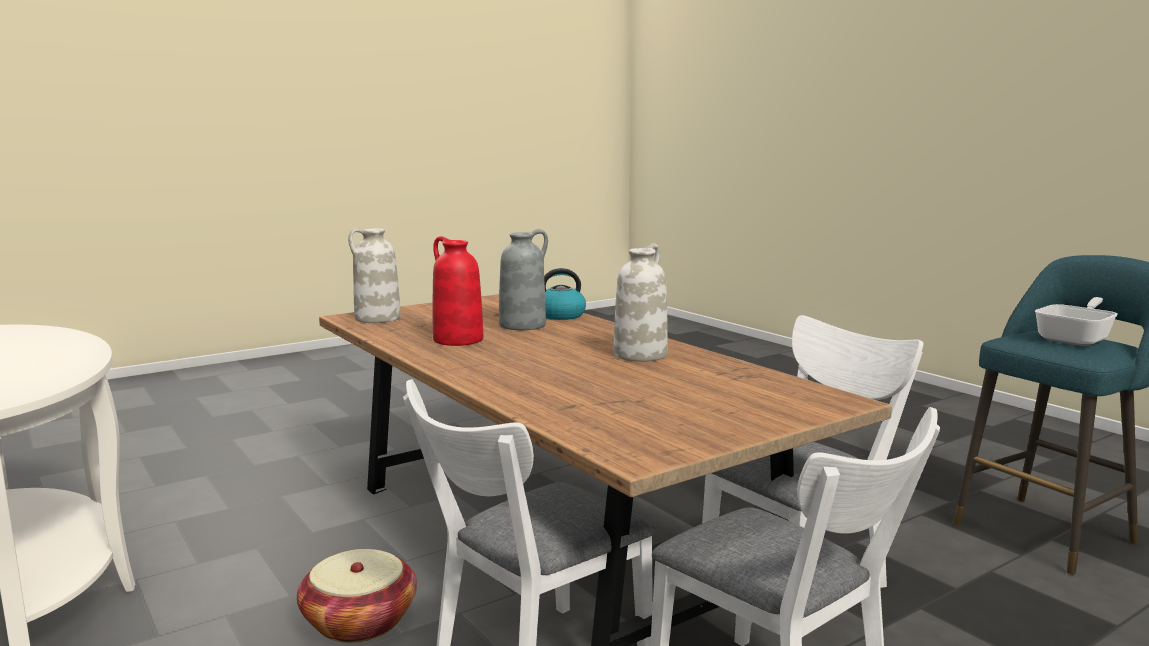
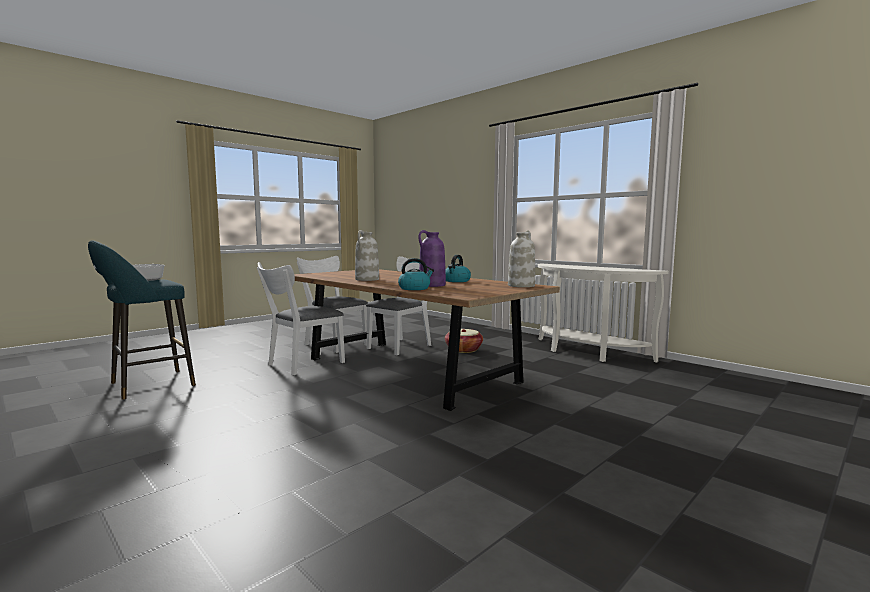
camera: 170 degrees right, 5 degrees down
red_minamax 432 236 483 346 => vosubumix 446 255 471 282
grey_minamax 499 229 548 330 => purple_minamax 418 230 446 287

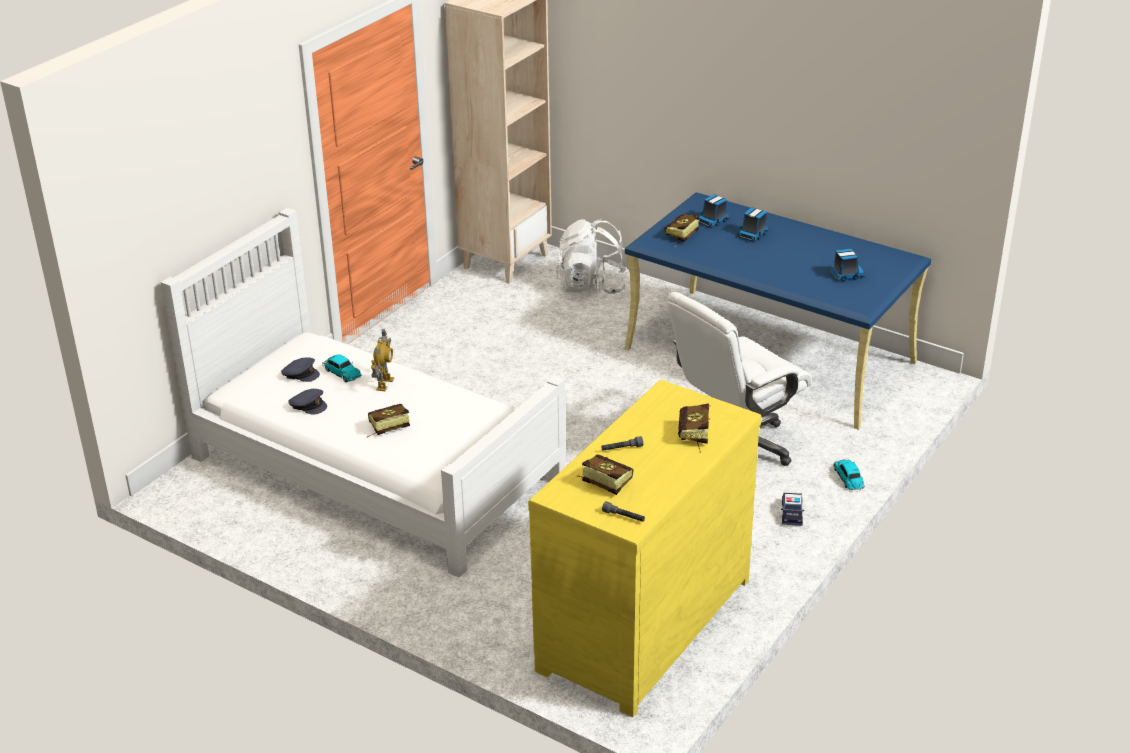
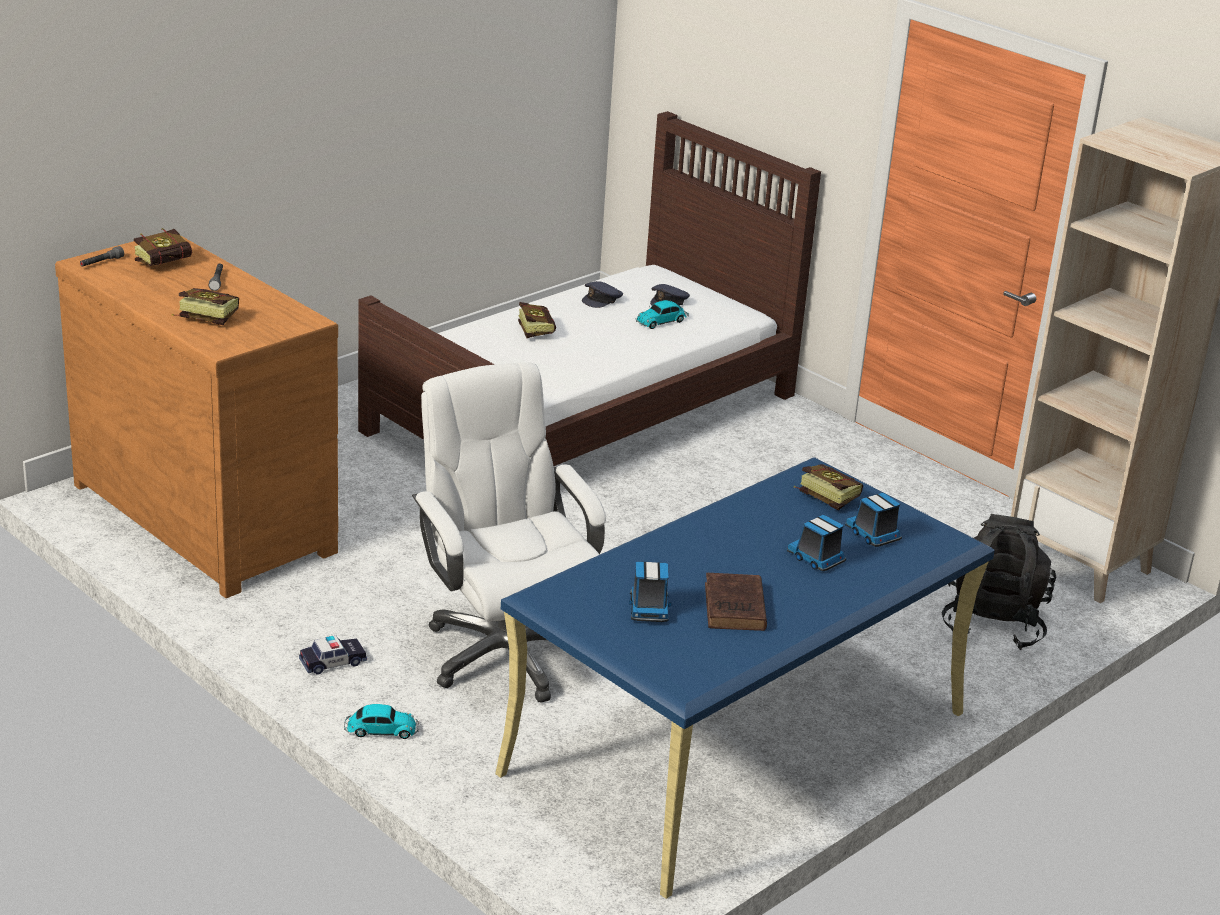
camera: 100 degrees right, 5 degrees down
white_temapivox 161 208 566 578 => brown_temapivox 358 111 821 466
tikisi 371 329 394 391 => nothing
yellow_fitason 528 379 761 717 => brown_fitason 55 235 338 598
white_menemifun 556 219 627 294 => black_menemifun 942 514 1056 650
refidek 781 493 804 526 => refidek 299 636 367 675, 135 degrees clockwise
nothing => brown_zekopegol 705 573 767 631

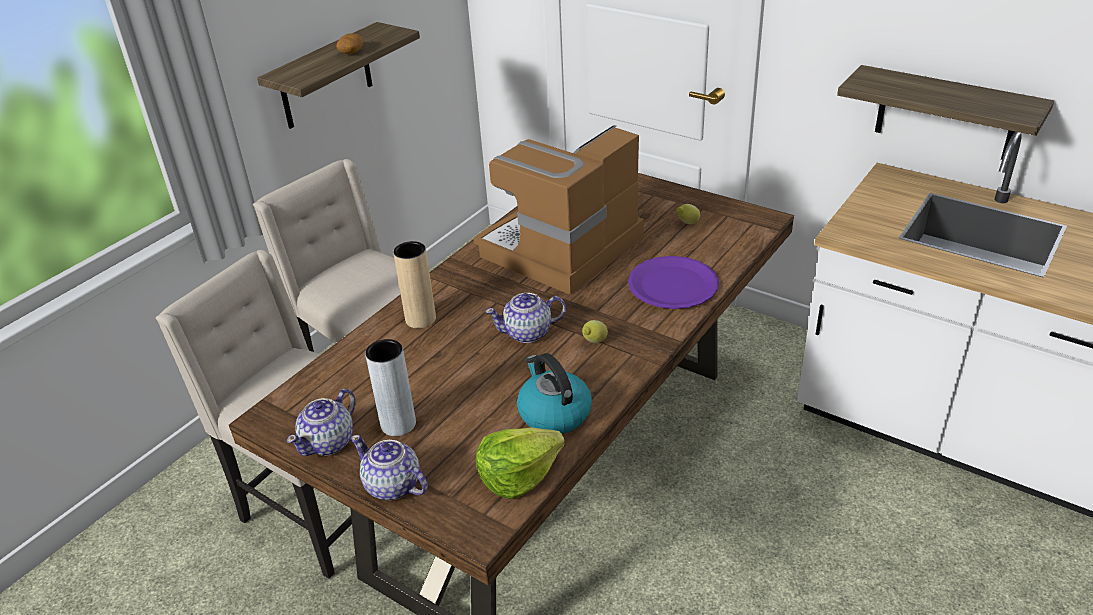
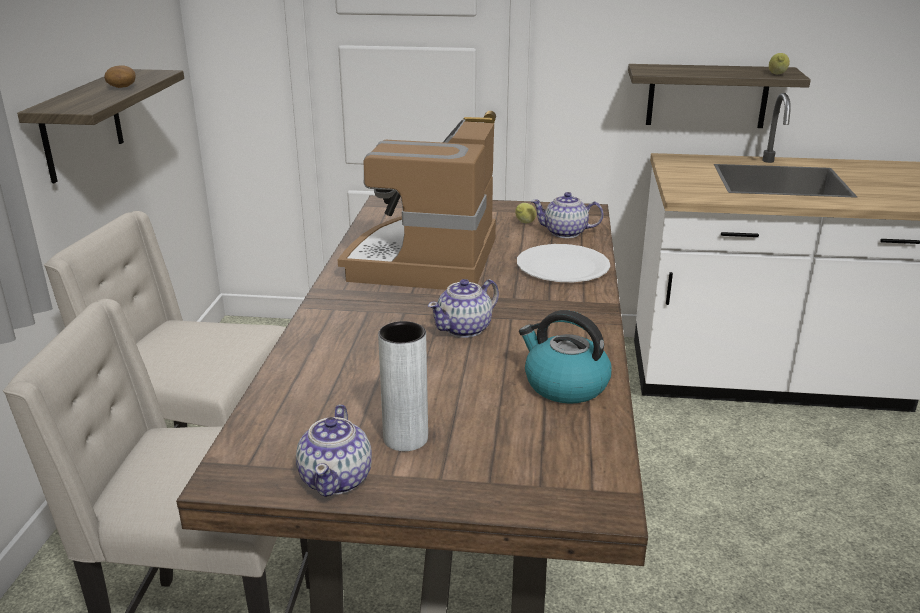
camera: 30 degrees left, 10 degrees down
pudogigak 351 435 428 500 => pudogigak 531 192 604 238, moved
beige_minamax 393 241 436 328 => nothing
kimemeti 476 427 565 499 => nothing
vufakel 582 320 608 343 => vufakel 769 53 790 74, moved
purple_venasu 628 256 719 309 => white_venasu 517 244 610 282

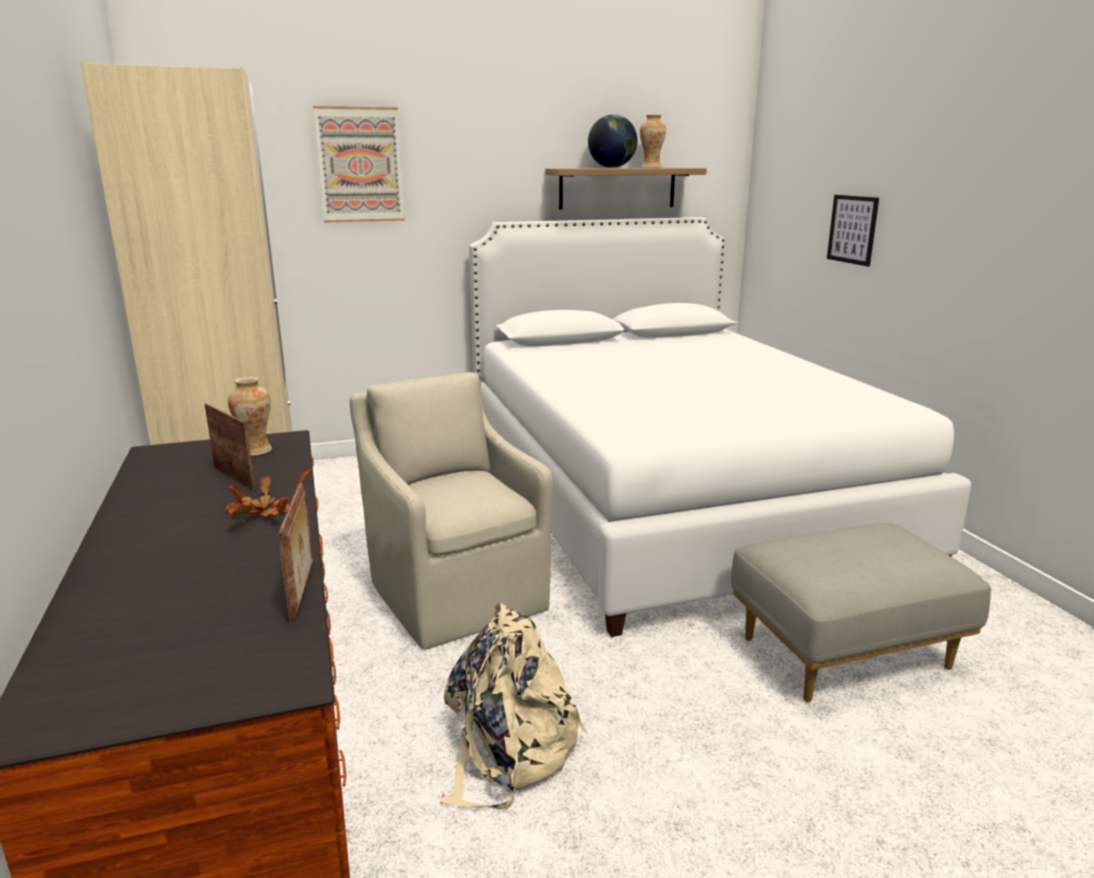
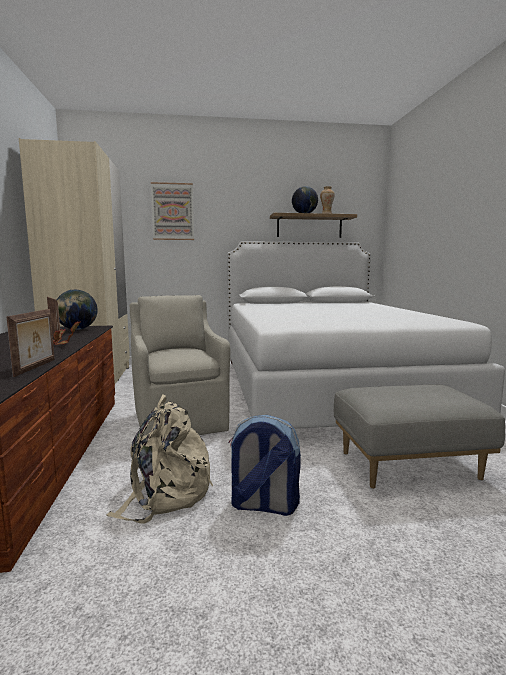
camera: 10 degrees right, 10 degrees down
minamax 228 377 272 456 => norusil 57 290 98 330
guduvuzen 827 195 879 267 => nothing
nothing => menemifun 228 415 301 516

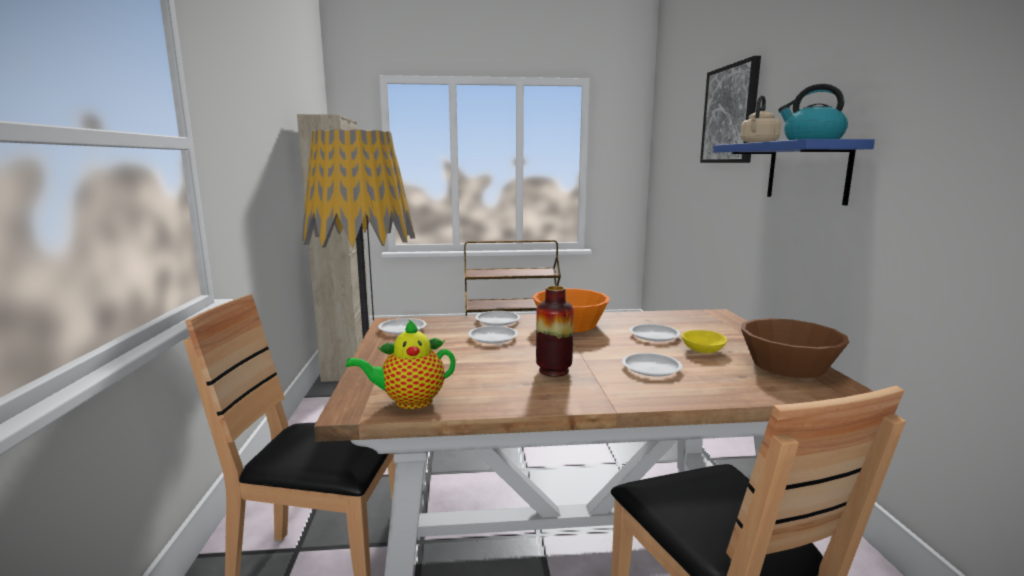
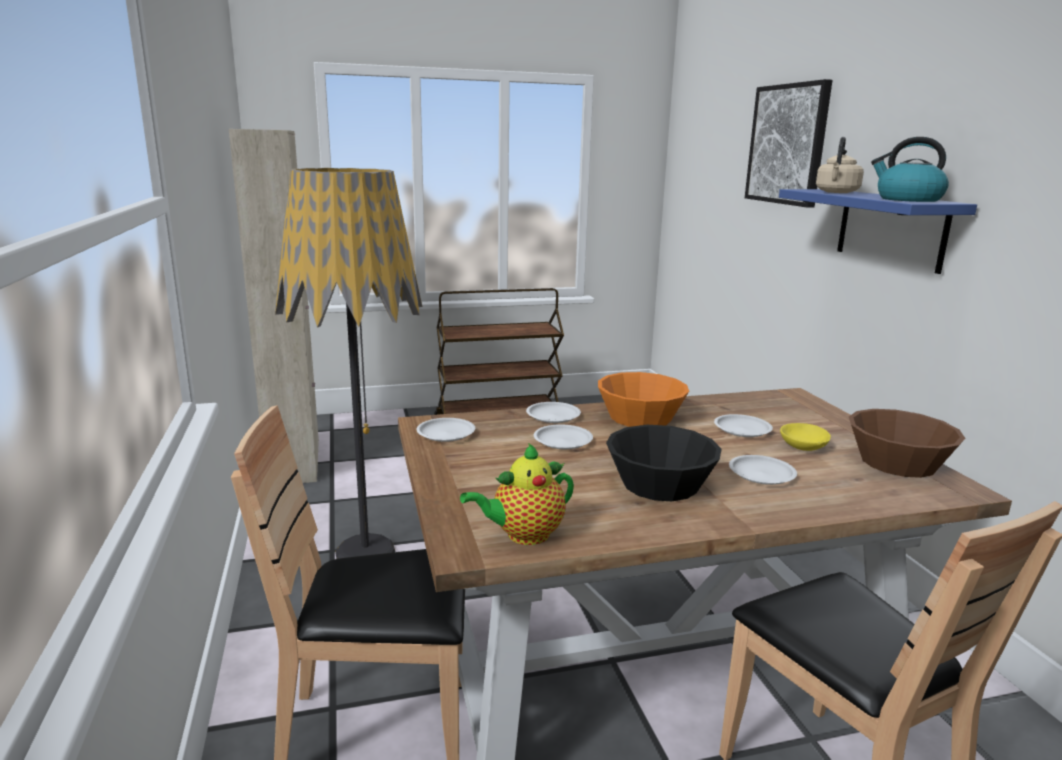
camera: 10 degrees left, 5 degrees up
minamax 536 286 574 377 => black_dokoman 606 425 722 501

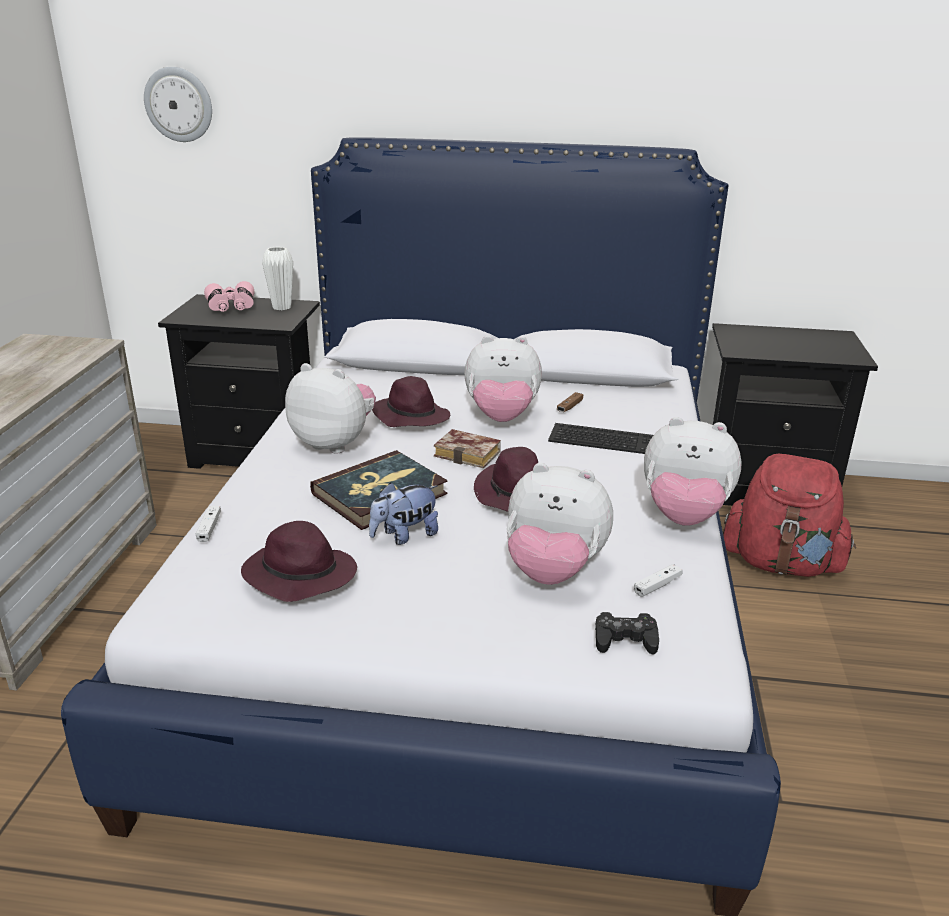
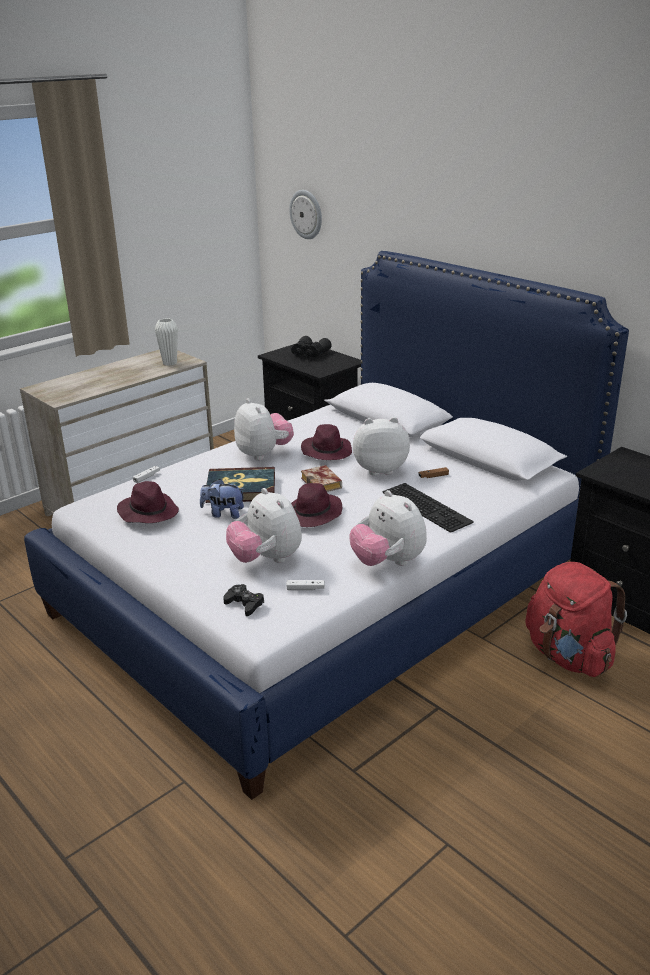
camera: 40 degrees right, 0 degrees up
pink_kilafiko 204 281 254 312 => black_kilafiko 291 336 332 358
white_minamax 262 247 293 310 => white_minamax 155 318 178 366, moved
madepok 464 335 542 422 => madepok 353 417 410 475, 135 degrees clockwise

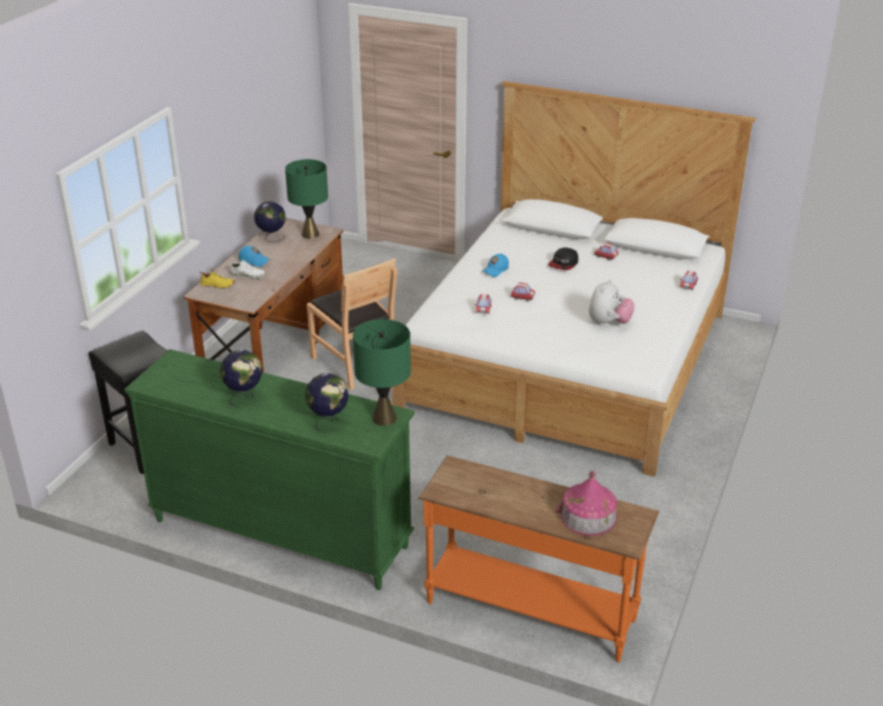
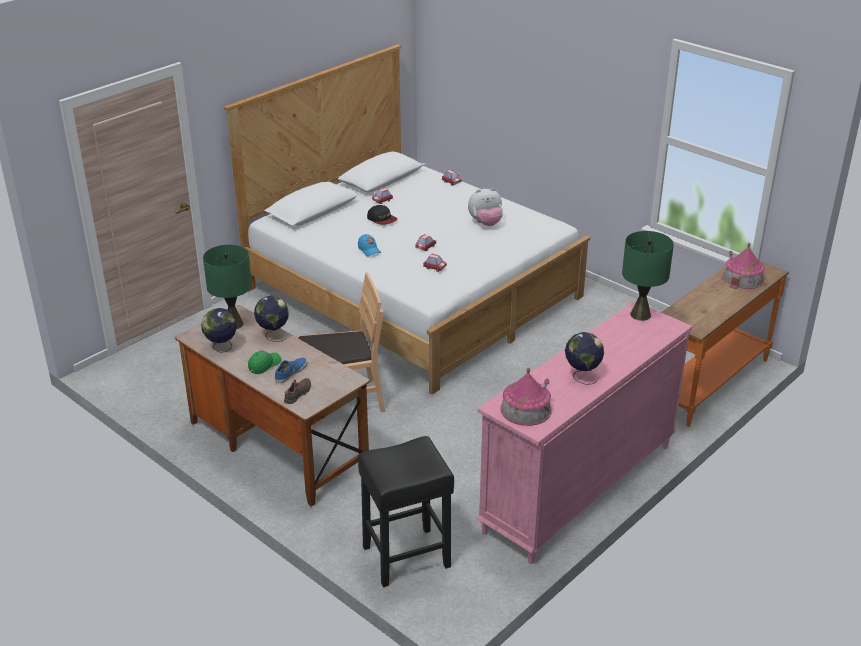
camera: 70 degrees left, 0 degrees up
green_fitason 124 349 414 590 => pink_fitason 476 301 692 564
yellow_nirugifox 200 268 235 289 => black_nirugifox 284 378 311 404
white_nirugifox 230 260 266 279 => blue_nirugifox 275 357 307 383
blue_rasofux 239 246 270 267 => green_rasofux 248 350 281 374
norusil 305 373 349 433 => norusil 254 296 289 342, moved
madepok 589 279 635 326 => madepok 468 188 503 226, 120 degrees clockwise
nothing => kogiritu 501 368 552 426

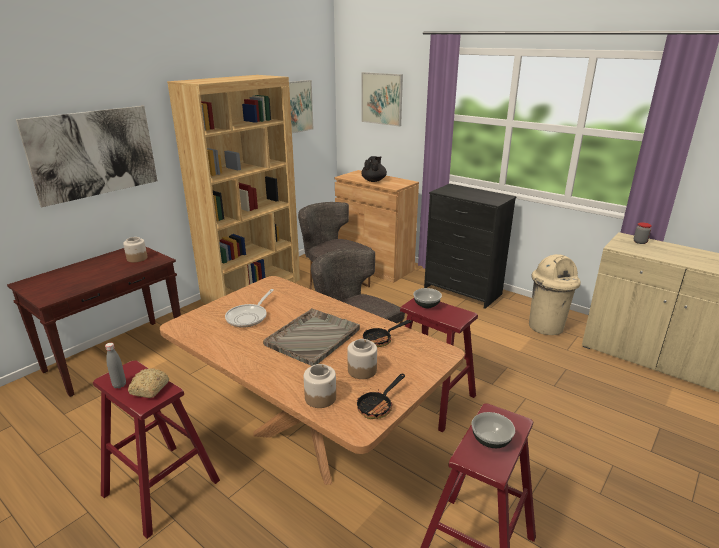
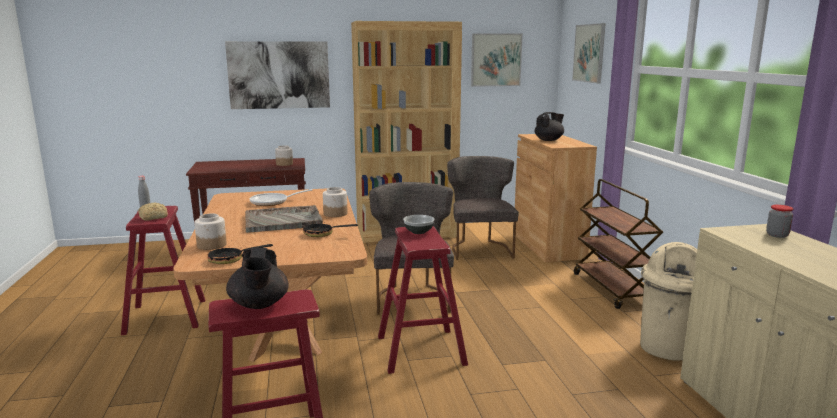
camera: 40 degrees right, 10 degrees down
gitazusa 347 339 377 379 => gitazusa 323 187 347 217, moved
black_fitason 424 184 517 309 => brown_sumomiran 574 179 663 309
dokoman 471 412 515 448 => black_pudogigak 226 248 289 309

